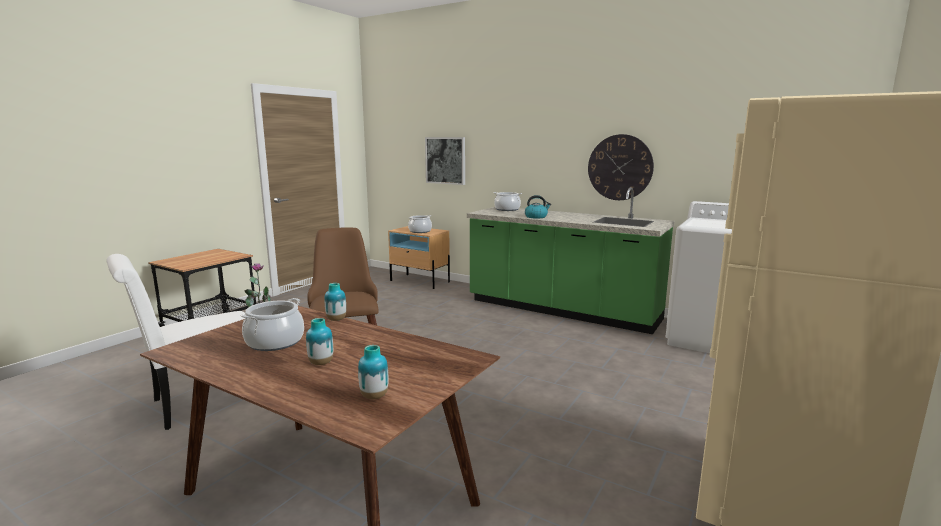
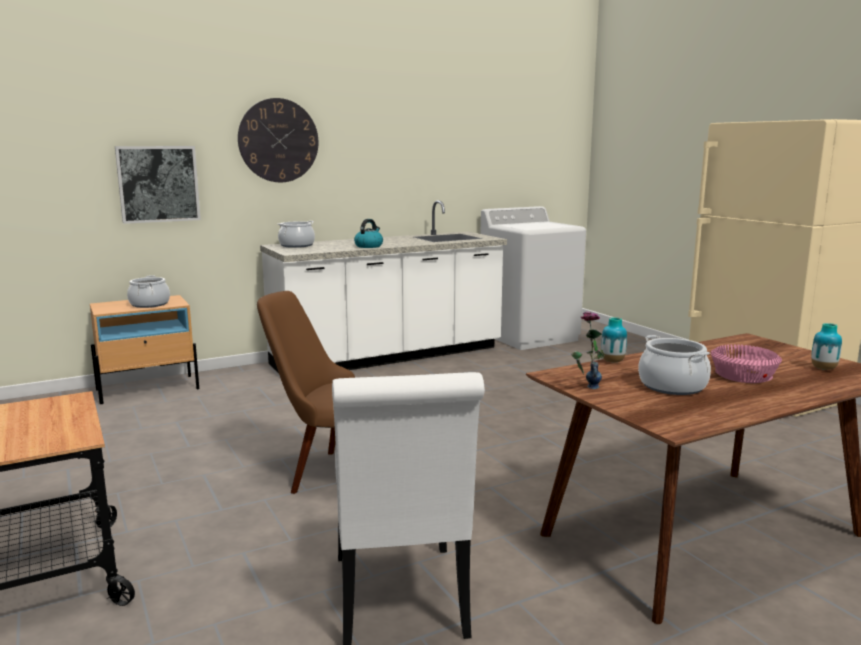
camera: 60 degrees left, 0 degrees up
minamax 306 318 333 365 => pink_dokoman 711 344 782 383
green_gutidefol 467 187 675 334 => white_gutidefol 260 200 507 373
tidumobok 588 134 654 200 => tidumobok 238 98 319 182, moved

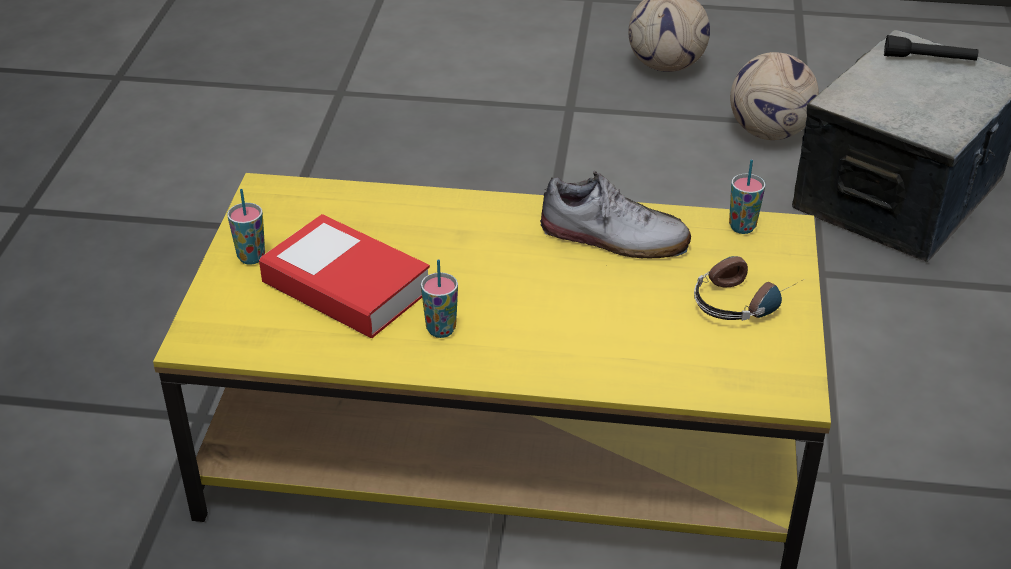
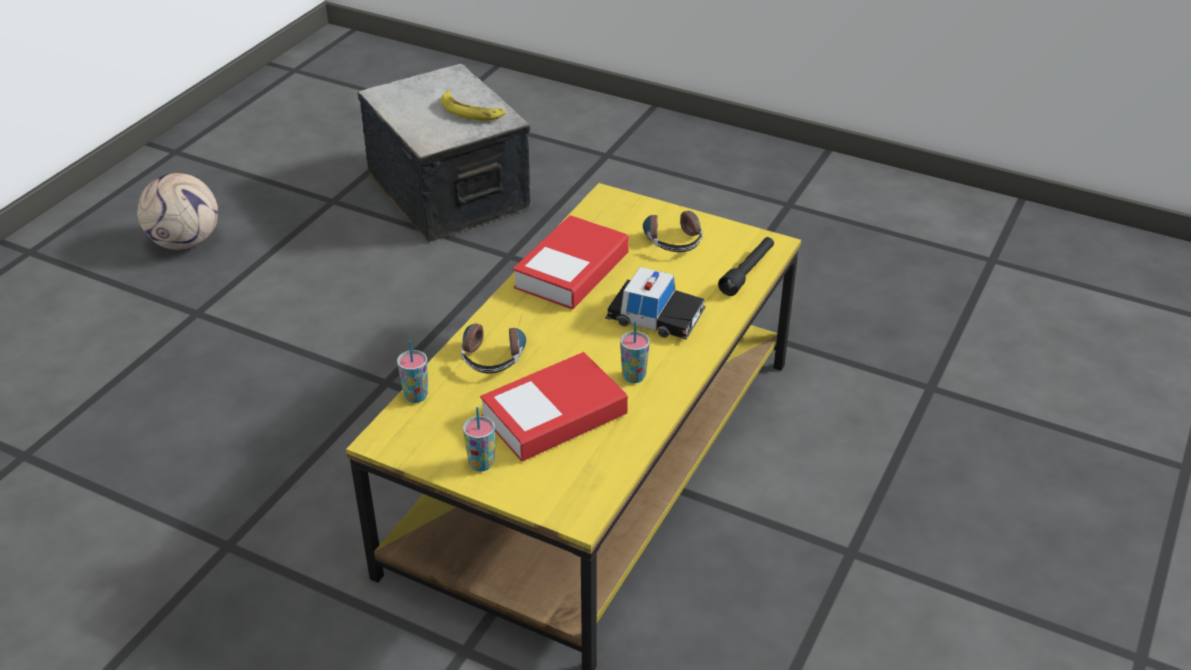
camera: 70 degrees left, 0 degrees up
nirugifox 540 171 691 266 => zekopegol 513 215 629 309
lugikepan 729 159 765 234 => lugikepan 397 340 428 403, moved
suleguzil 730 52 819 140 => nothing
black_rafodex 884 35 978 61 => black_rafodex 718 237 774 296, moved
nothing => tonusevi 441 90 506 121
nothing => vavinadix 461 315 526 373
nothing => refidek 605 267 706 340

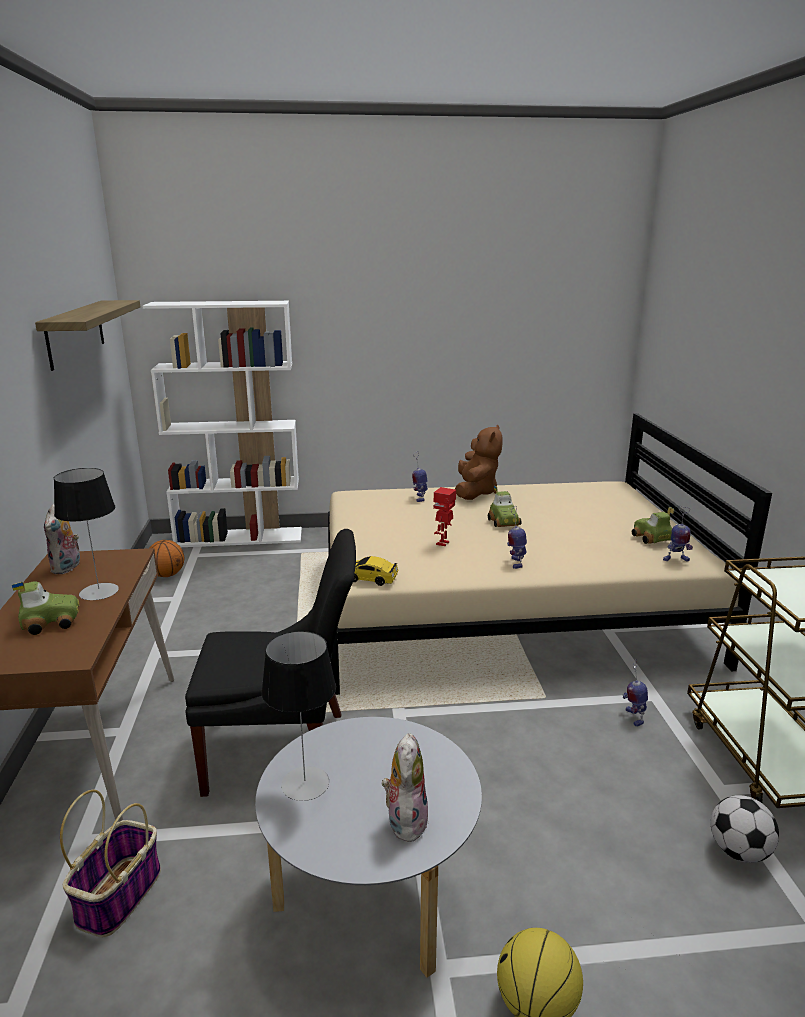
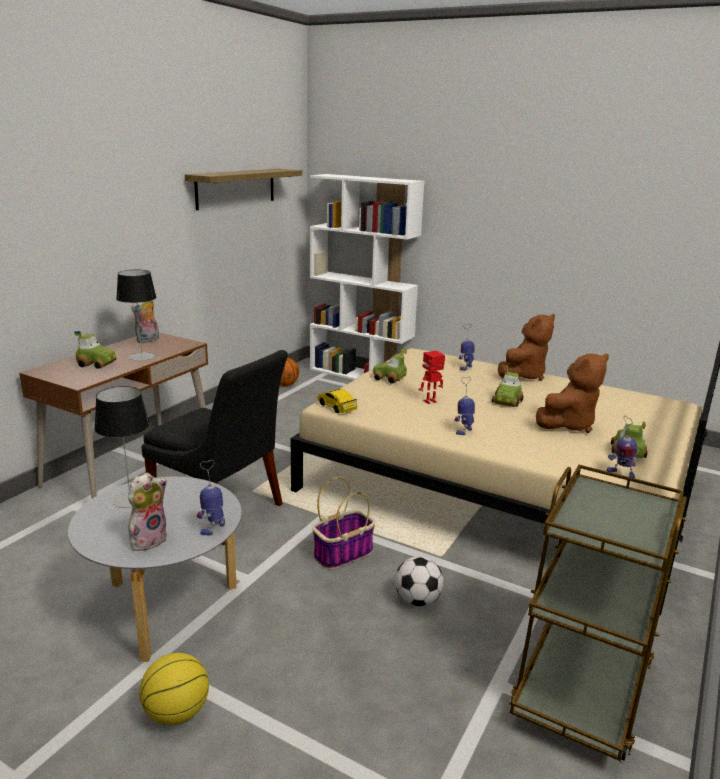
camera: 35 degrees right, 0 degrees up
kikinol 60 790 161 937 => kikinol 312 477 375 570, moved
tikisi 623 659 648 727 => tikisi 197 460 225 536, moved
suleguzil 711 795 779 863 => suleguzil 395 556 444 606, moved
nothing => refidek 373 349 407 384
nothing => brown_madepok 536 354 609 433

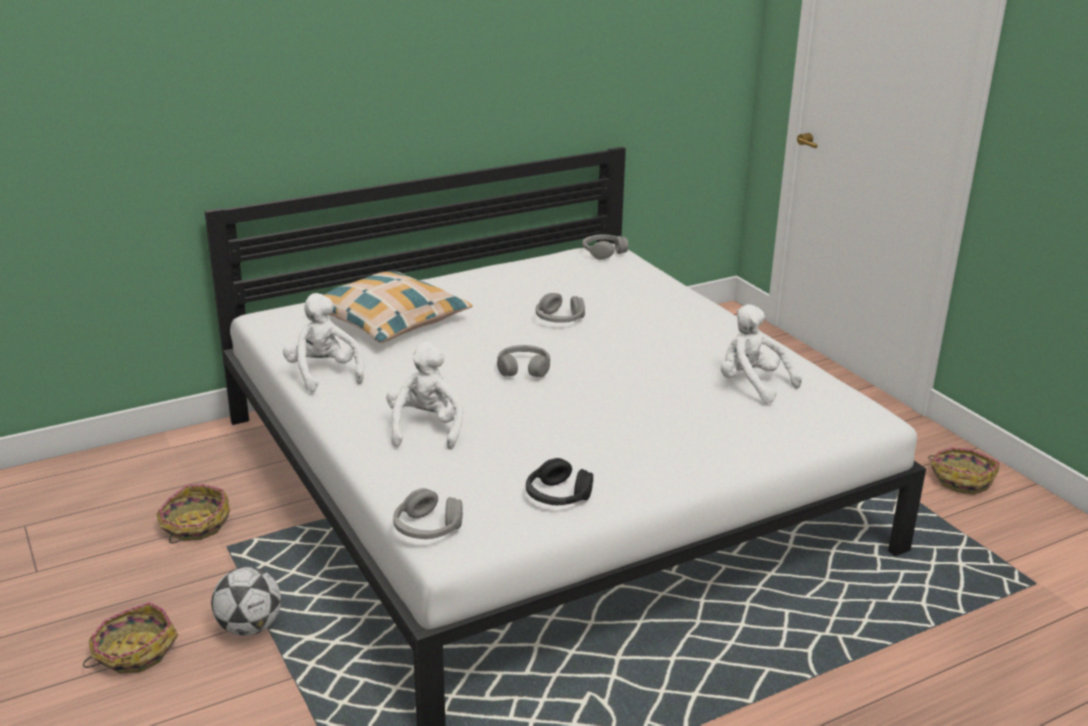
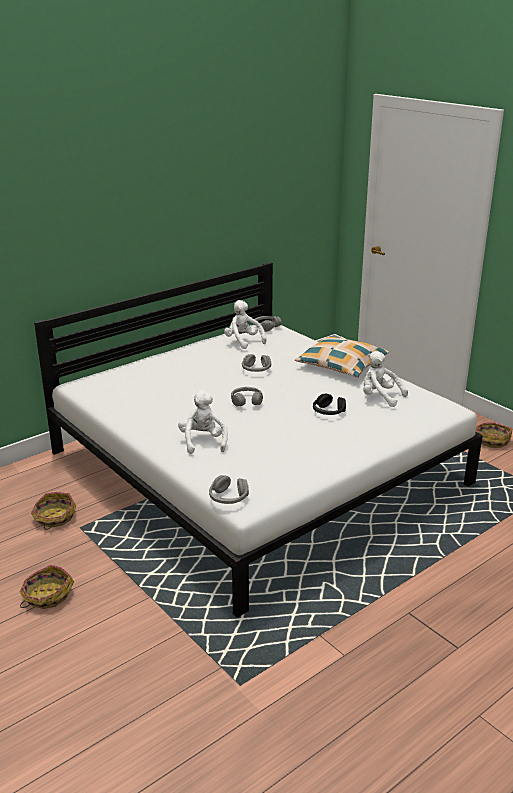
camera: 10 degrees left, 0 degrees up
suleguzil 211 567 281 636 => nothing
white_madepok 283 293 364 392 => white_madepok 224 300 267 349, moved
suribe 324 271 472 343 => suribe 295 336 389 377, moved
black_vavinadix 526 458 593 505 => black_vavinadix 313 394 346 415, moved

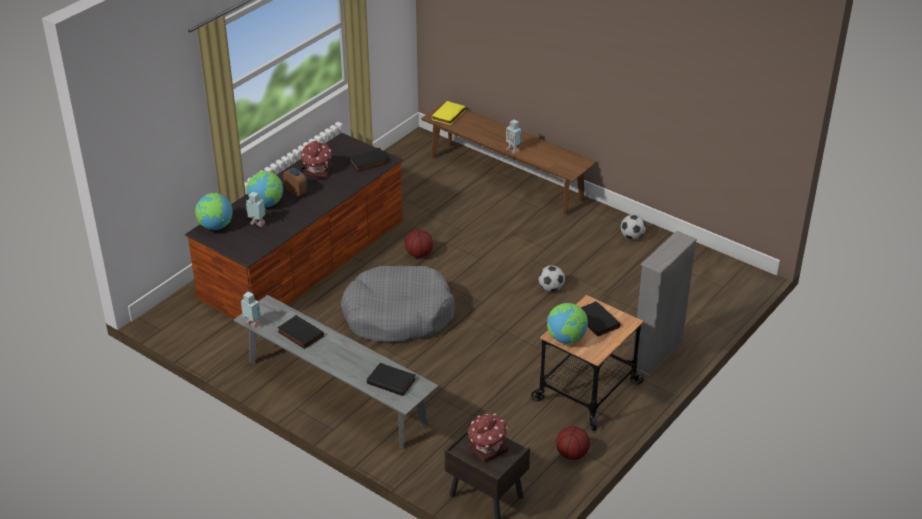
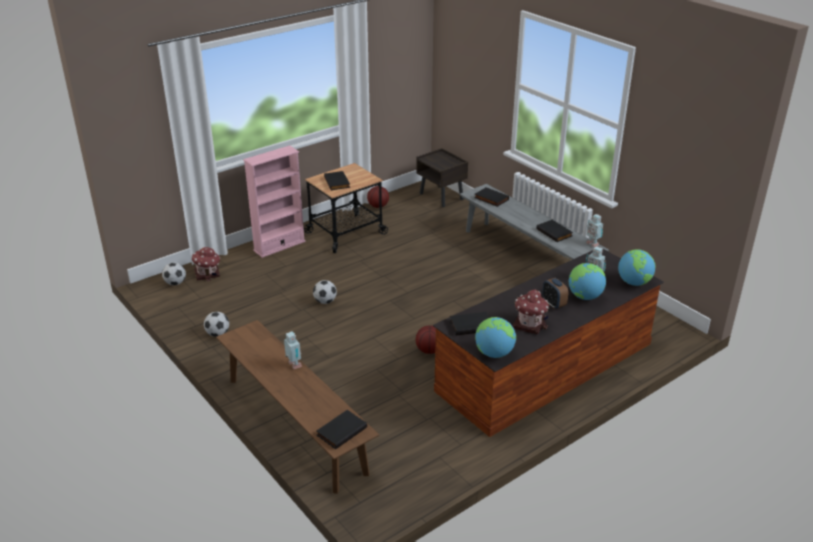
camera: 165 degrees left, 5 degrees down
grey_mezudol 341 265 455 343 => nothing
yellow_zekopegol 432 101 465 125 => black_zekopegol 316 410 367 450
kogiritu 467 413 510 463 => kogiritu 191 247 220 281, moved
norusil 547 303 588 344 => norusil 475 317 516 358, moved
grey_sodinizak 630 231 697 377 => pink_sodinizak 243 146 306 258
nothing => suleguzil 162 262 186 285

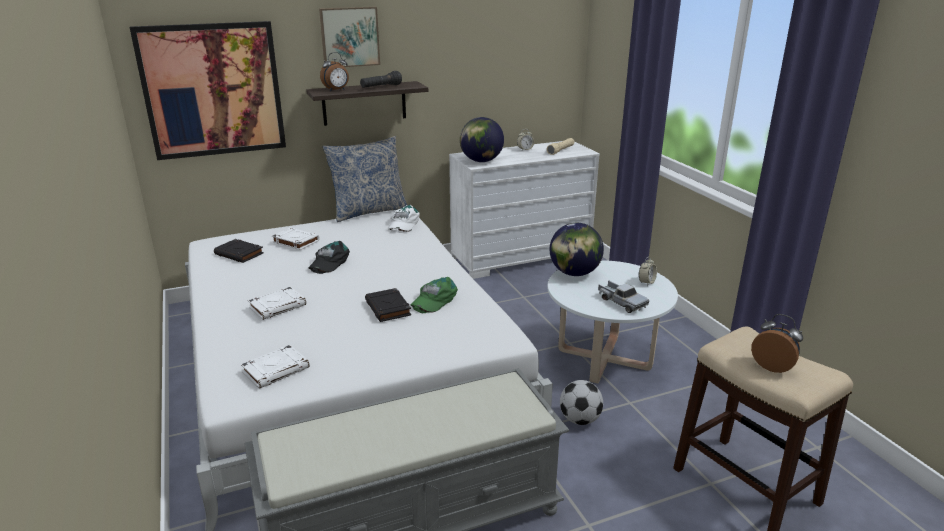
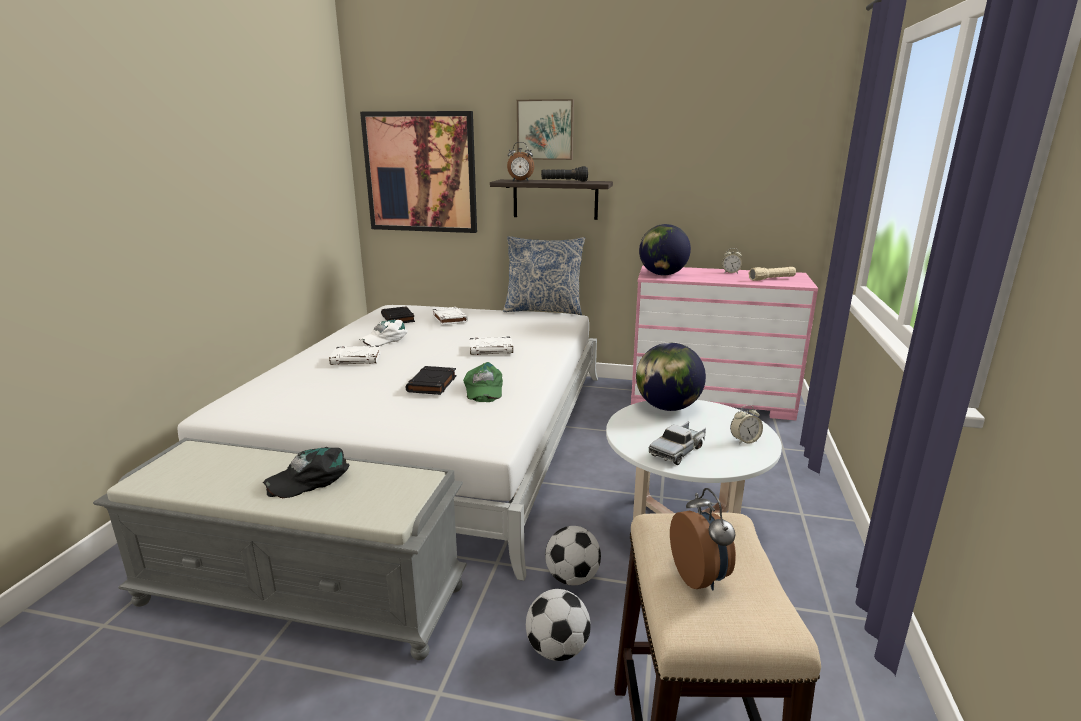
camera: 35 degrees right, 5 degrees down
white_zekopegol 241 345 310 389 => white_zekopegol 469 336 513 355, moved
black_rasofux 308 241 350 274 => black_rasofux 263 447 350 498, moved
white_rasofux 388 205 420 233 => white_rasofux 359 320 408 346, moved
green_rasofux 410 277 458 313 => green_rasofux 463 362 503 402, 75 degrees counterclockwise
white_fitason 449 141 600 279 => pink_fitason 631 265 818 420
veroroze 598 280 649 313 => veroroze 648 422 706 465, 45 degrees clockwise
nothing => suleguzil 526 589 591 661

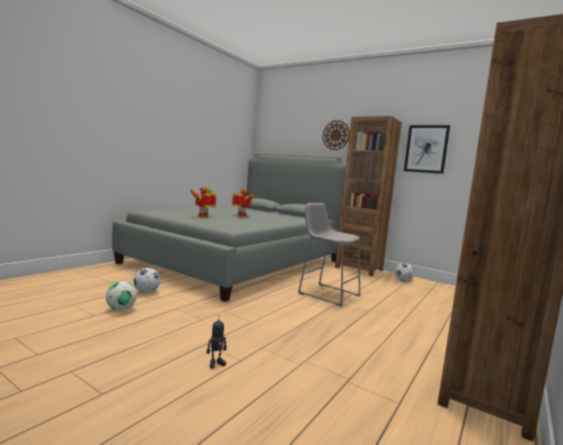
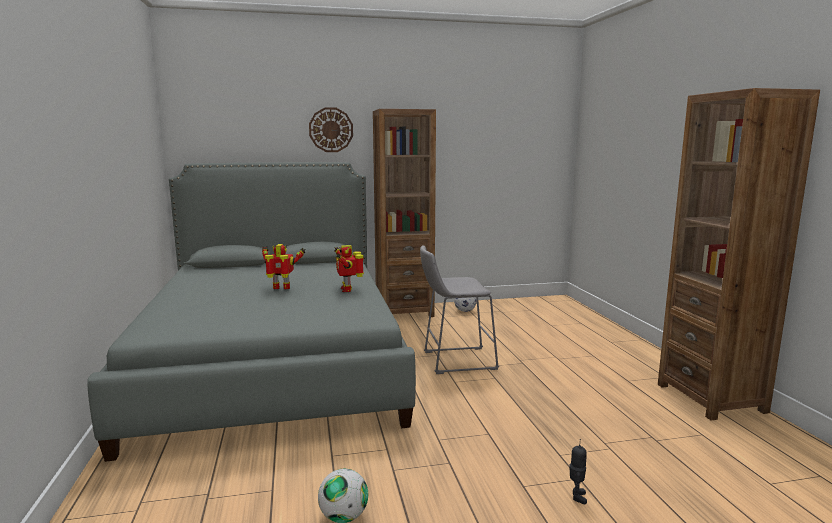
camera: 45 degrees left, 5 degrees up
suleguzil 133 268 160 293 => nothing
tikisi 191 187 217 217 => tikisi 334 245 364 292, moved
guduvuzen 404 125 450 174 => nothing

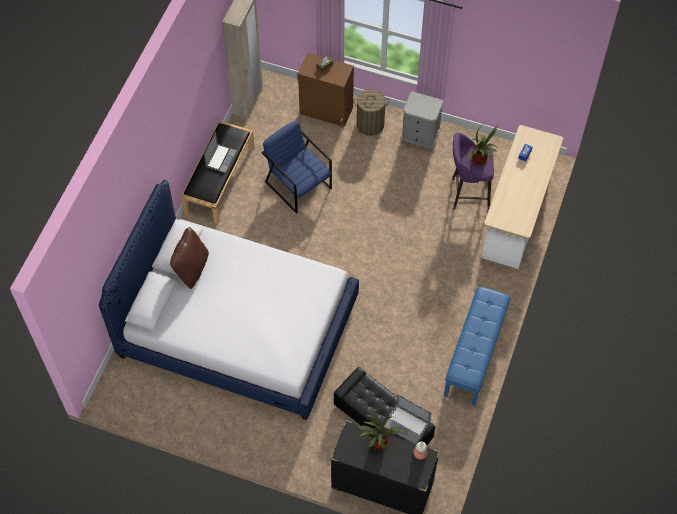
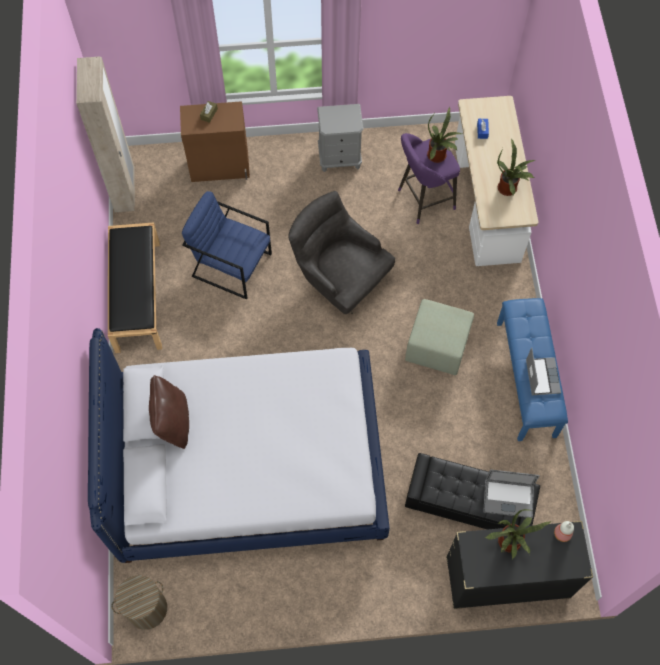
camera: 25 degrees left, 5 degrees up
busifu 204 132 237 173 => busifu 526 348 561 395, moved
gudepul 354 89 389 136 => gudepul 111 575 167 630, moved
nothing => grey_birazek 288 191 395 314
nothing => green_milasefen 405 299 474 375
nothing => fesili 497 139 535 196

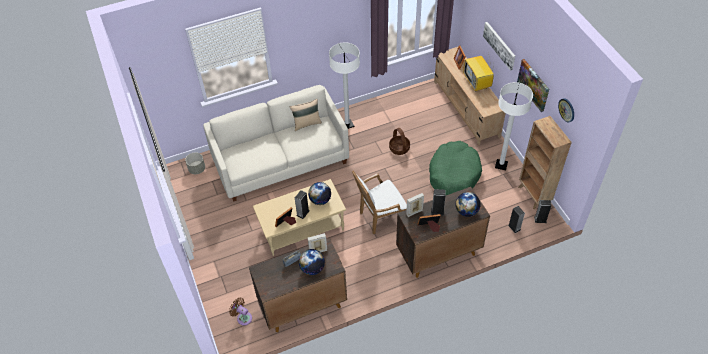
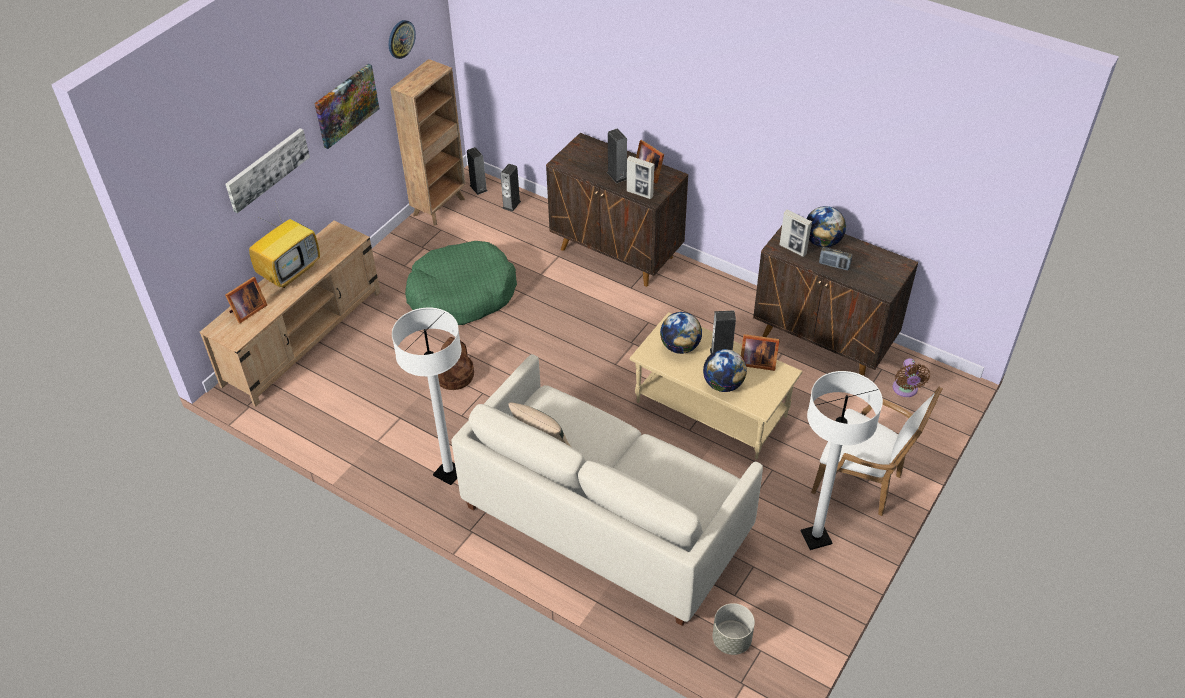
camera: 125 degrees left, 5 degrees down
white_birazek 352 170 407 234 => white_birazek 811 386 943 516, moved
norusil 456 192 481 217 => norusil 703 349 747 392, moved
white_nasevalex 495 82 533 170 => white_nasevalex 801 371 883 550, moved

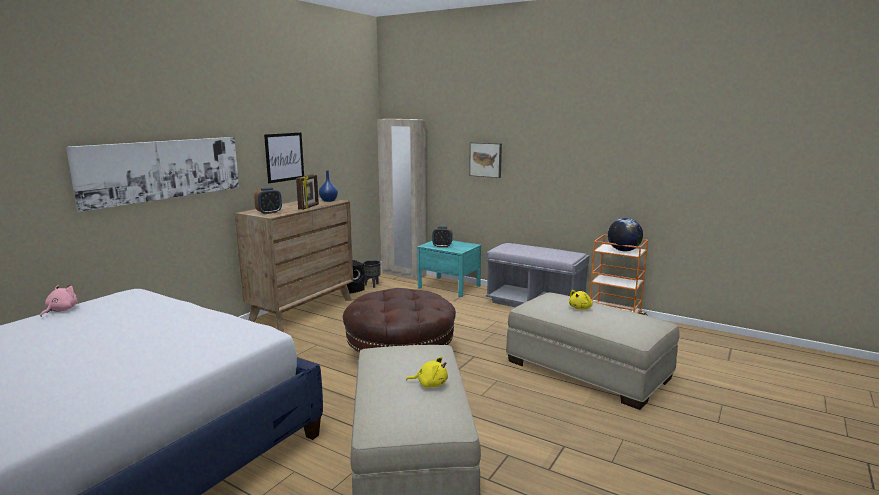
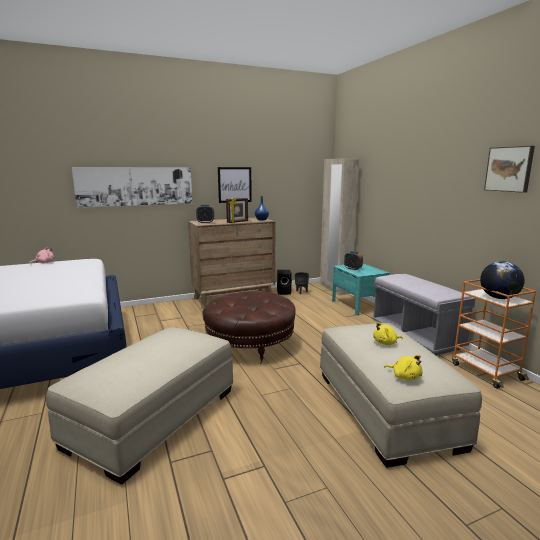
camera: 35 degrees right, 0 degrees up
yellow_madepok 406 357 448 388 => yellow_madepok 384 355 422 380, moved
guduvuzen 469 142 502 178 => guduvuzen 484 146 535 193, moved

